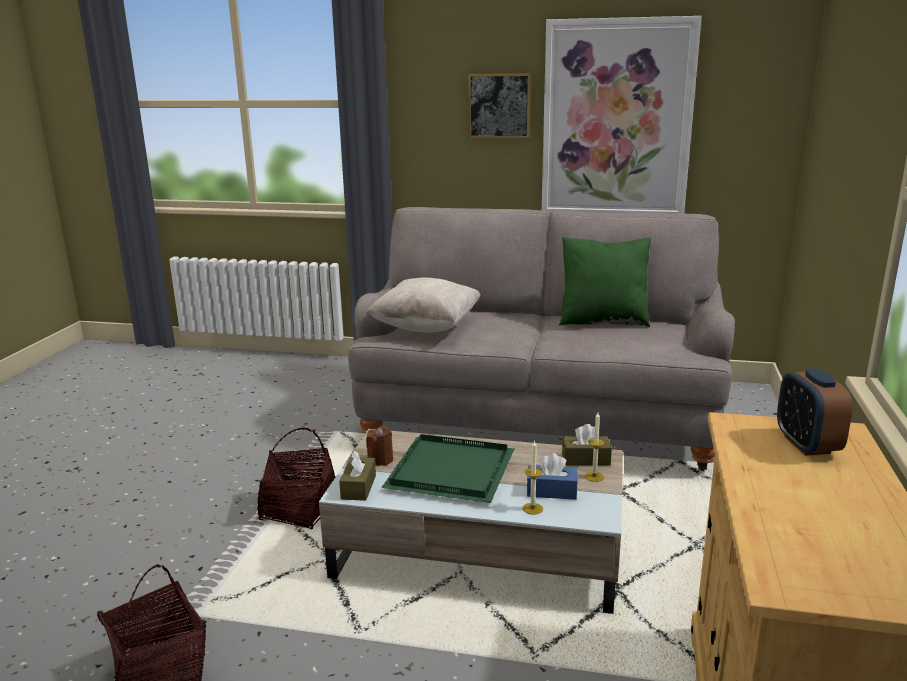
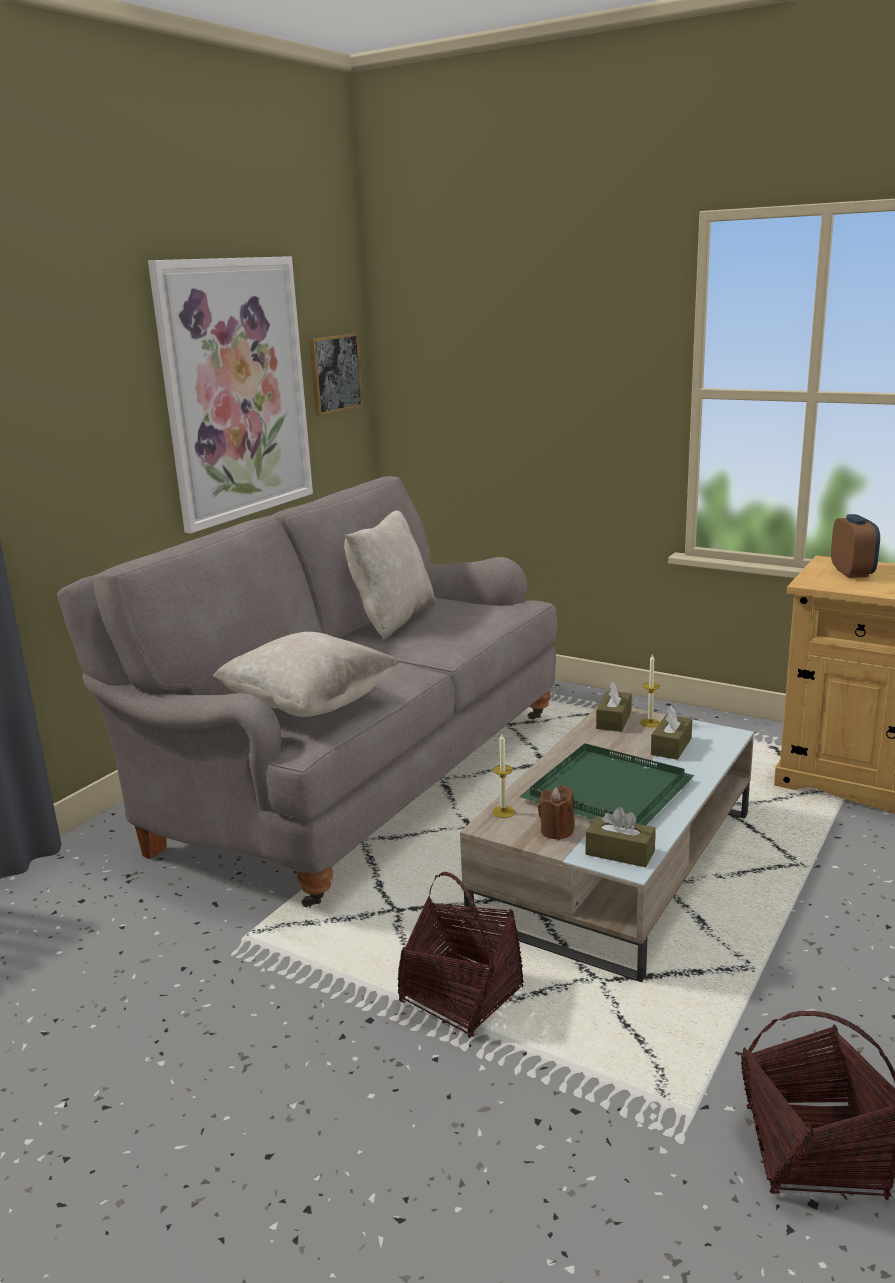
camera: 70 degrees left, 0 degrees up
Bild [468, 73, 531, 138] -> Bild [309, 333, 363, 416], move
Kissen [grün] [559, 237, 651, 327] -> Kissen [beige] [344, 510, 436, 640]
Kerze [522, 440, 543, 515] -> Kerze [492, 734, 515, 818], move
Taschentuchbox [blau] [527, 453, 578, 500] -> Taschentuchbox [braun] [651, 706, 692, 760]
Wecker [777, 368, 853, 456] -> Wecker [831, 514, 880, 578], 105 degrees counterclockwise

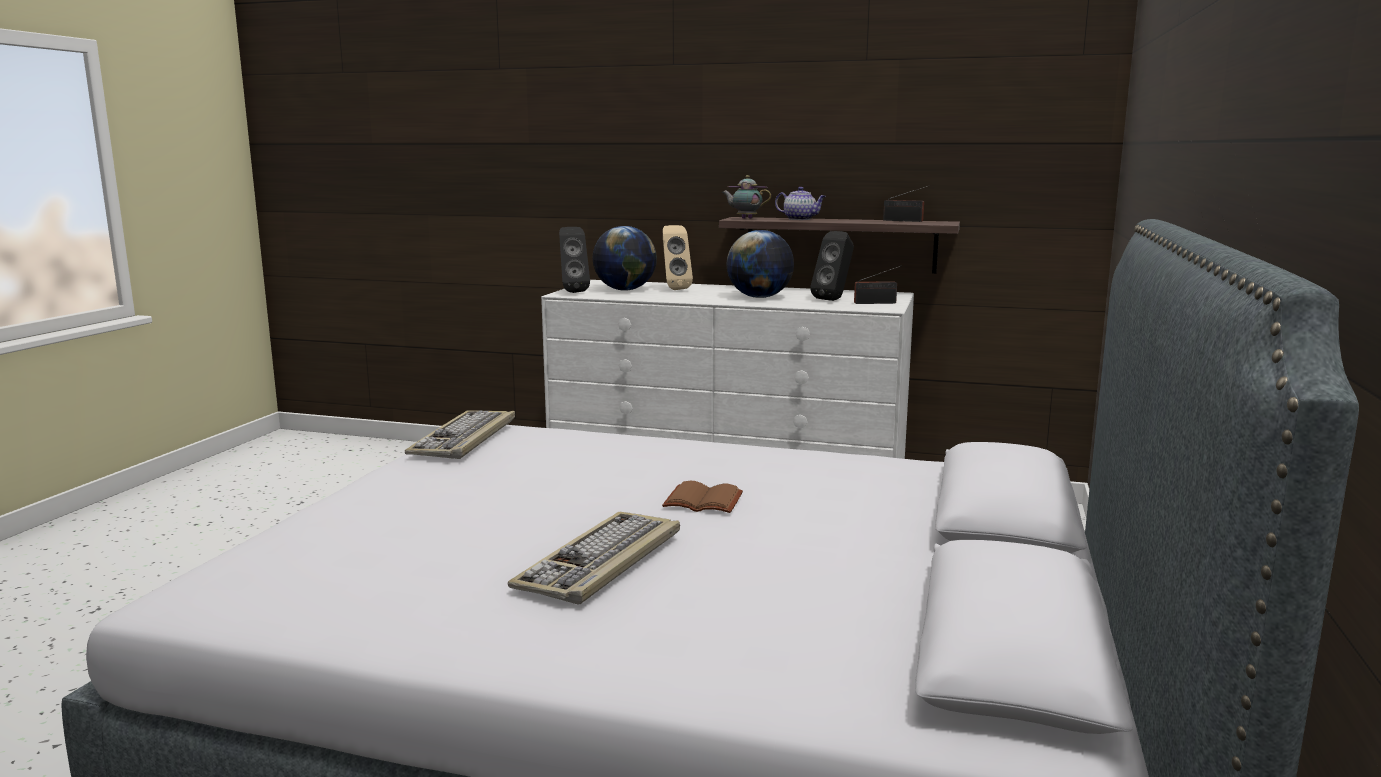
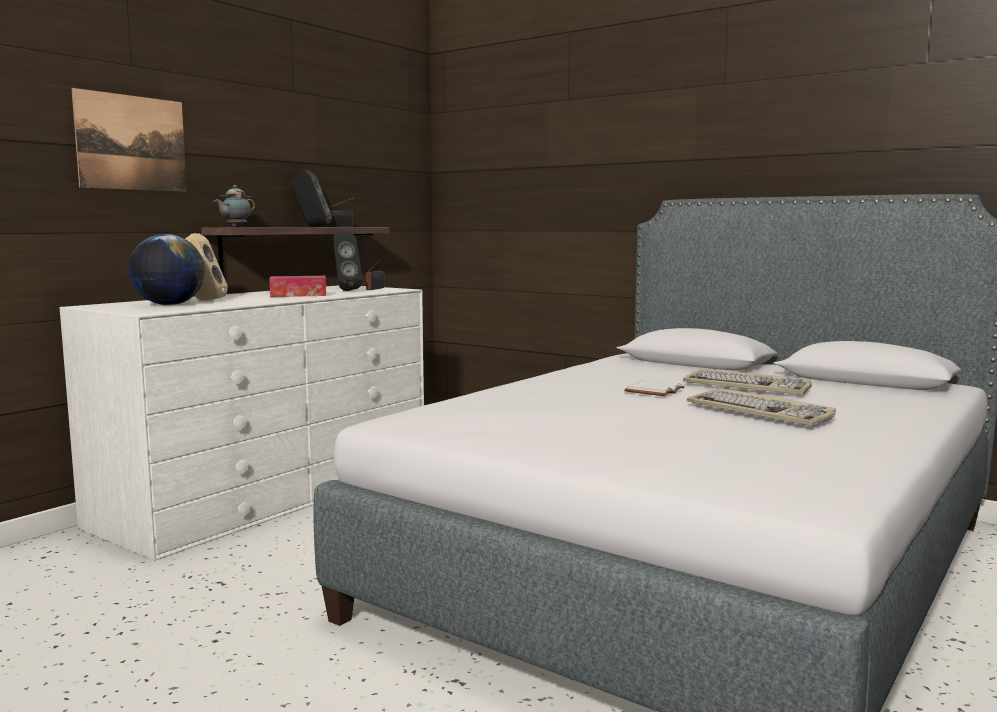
camera: 70 degrees left, 5 degrees down
none -> Bild [71, 88, 187, 191]
Globus [727, 230, 794, 298] -> Taschentuchbox [269, 276, 326, 297]
Lautsprecher [schwarz] [559, 227, 590, 293] -> Lautsprecher [schwarz] [291, 170, 332, 227], move
Buch [braun] [662, 481, 743, 513] -> Buch [weiß] [624, 379, 684, 396]
Tastatur [405, 410, 515, 459] -> Tastatur [683, 369, 812, 395], move
Teekanne [775, 187, 826, 220] -> none

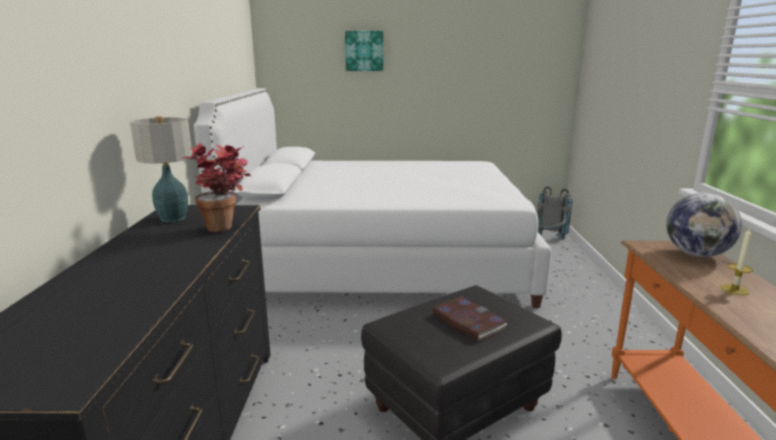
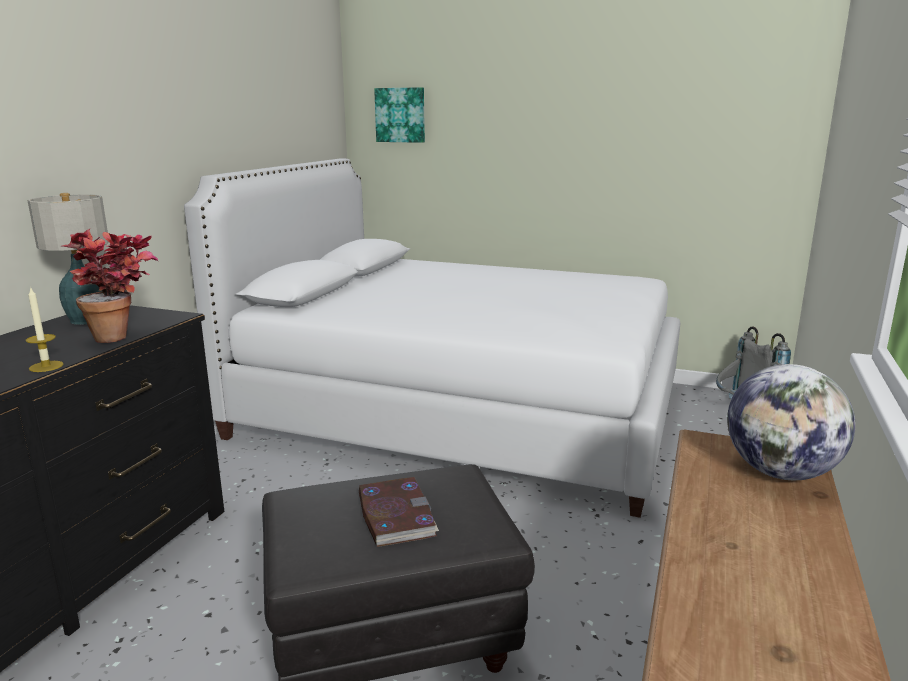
camera: 20 degrees right, 0 degrees up
Kerze [720, 228, 753, 296] -> Kerze [26, 286, 64, 372], move
Bild [345, 31, 383, 71] -> Bild [374, 87, 425, 143], move

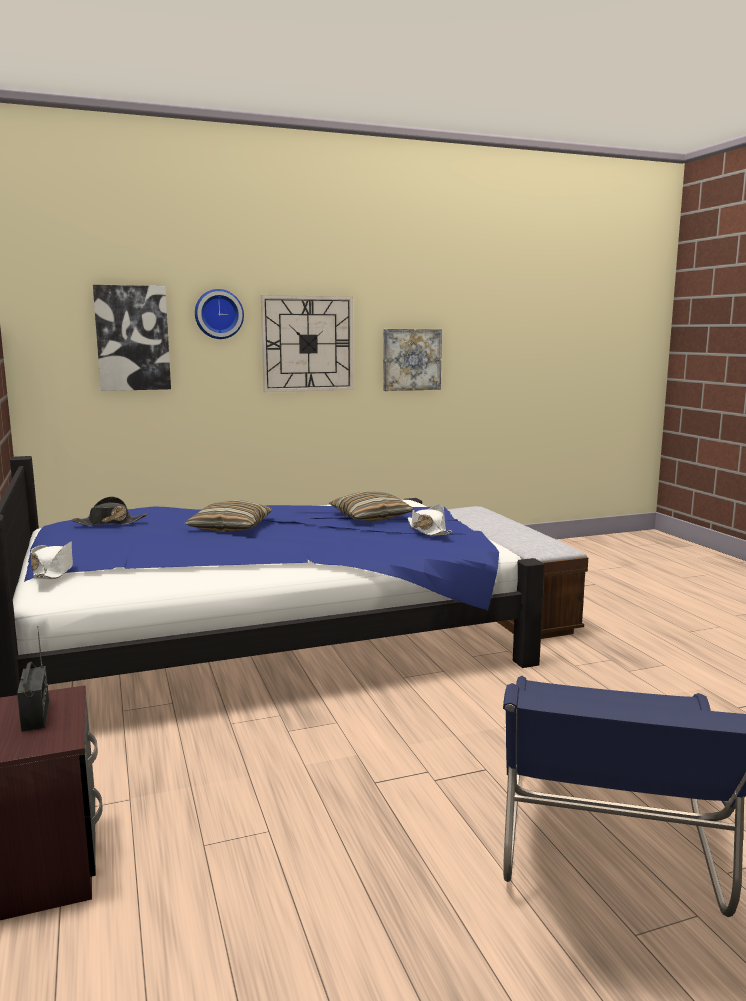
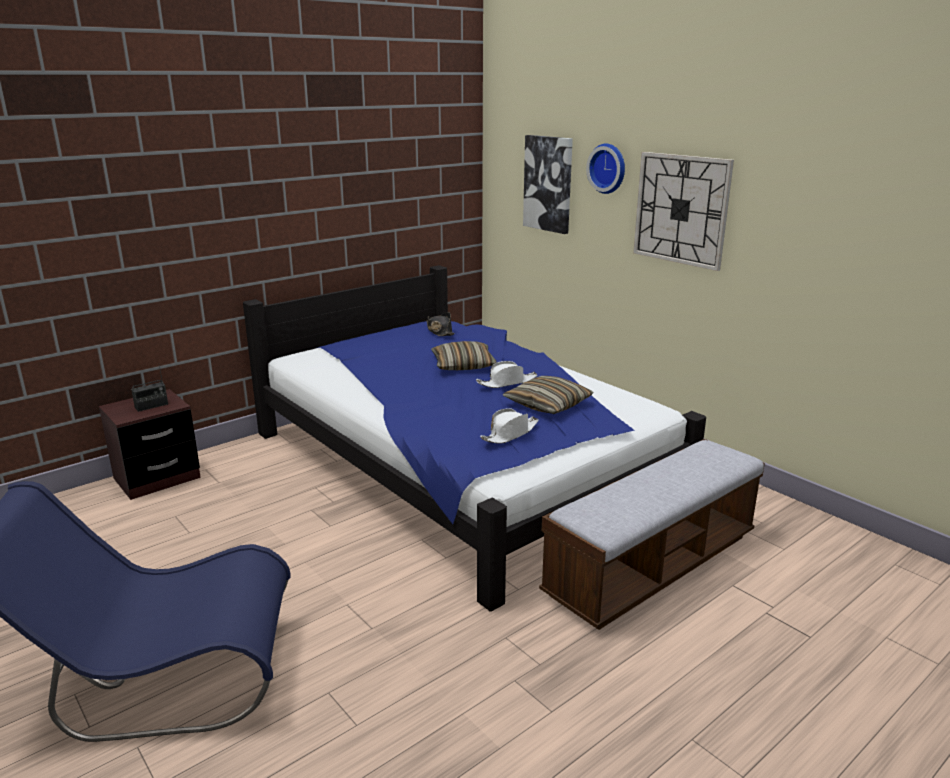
camera: 70 degrees right, 10 degrees up
Hut [weiß] [30, 541, 73, 579] -> Hut [weiß] [476, 361, 538, 388], move
Bild [383, 329, 442, 391] -> none

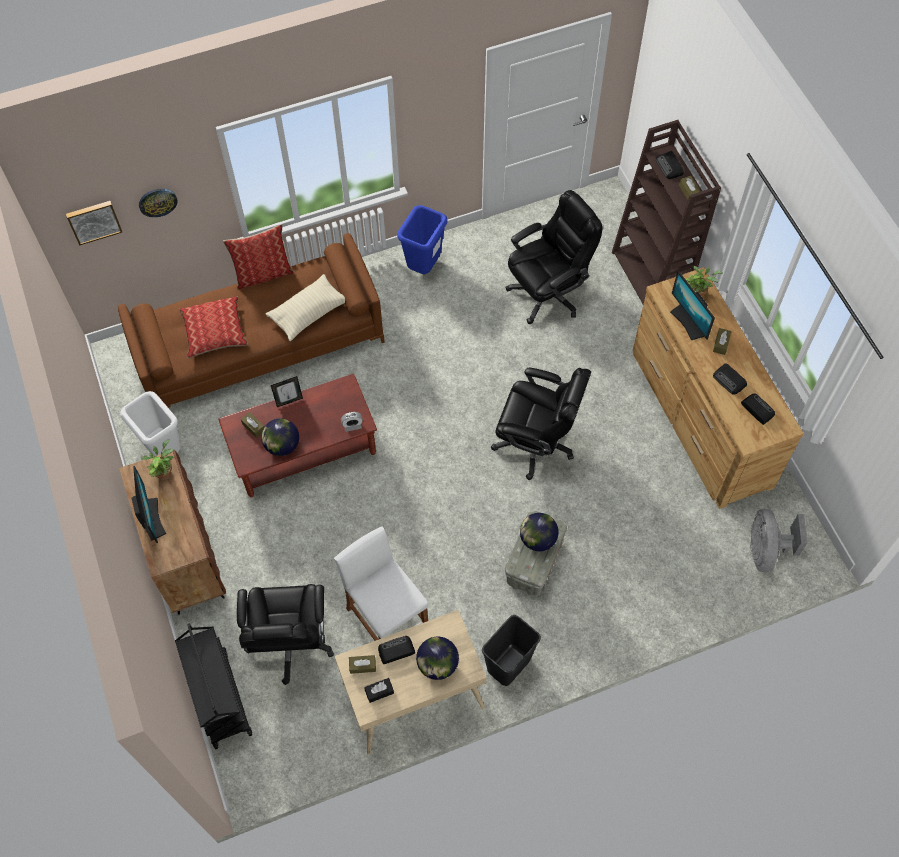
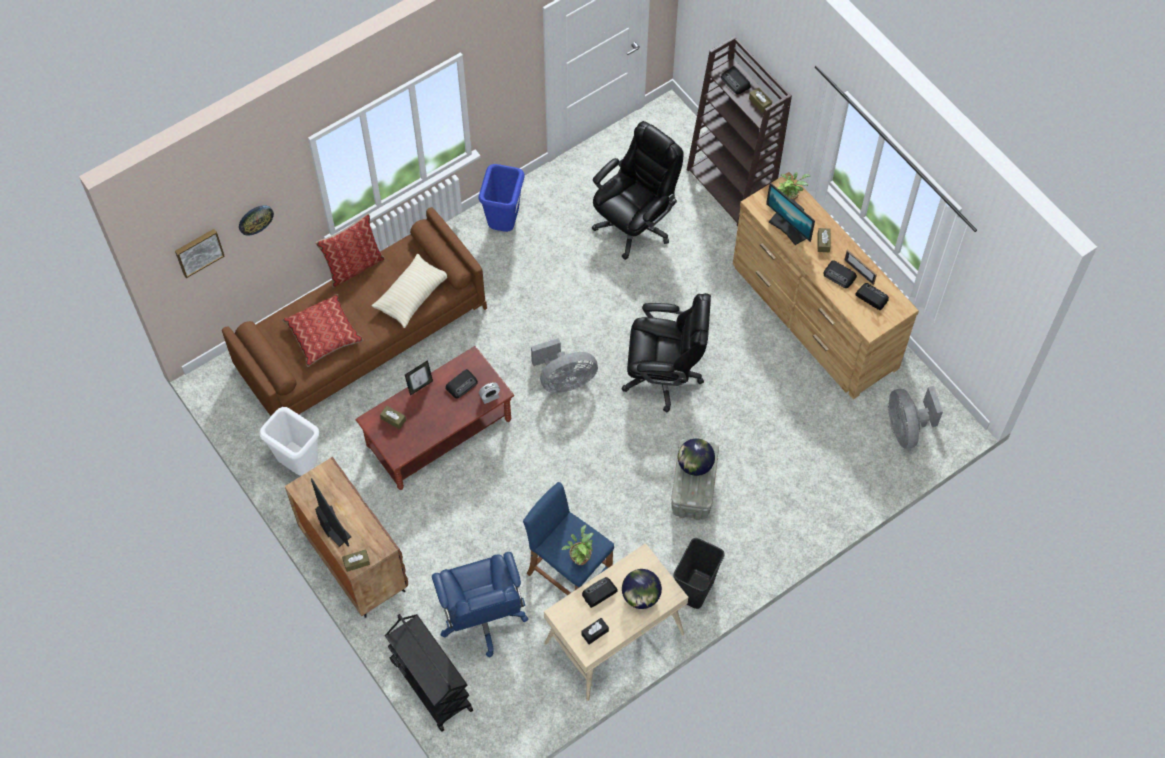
camera: 15 degrees left, 0 degrees up
Taschentuchbox [braun] [349, 655, 376, 674] -> Taschentuchbox [braun] [342, 550, 370, 572], move
Bürostuhl [schwarz] [237, 584, 334, 685] -> Bürostuhl [blau] [432, 552, 528, 658]
none -> Radio [445, 369, 478, 399]
Hocker [weiß] [334, 526, 428, 641] -> Hocker [blau] [523, 482, 614, 595]
none -> Ventilator [grau] [531, 338, 598, 393]
Topfpflanze [141, 440, 174, 480] -> Topfpflanze [562, 525, 593, 565], move
none -> Bilderrahmen [844, 250, 877, 285]
Globus [261, 418, 299, 456] -> none

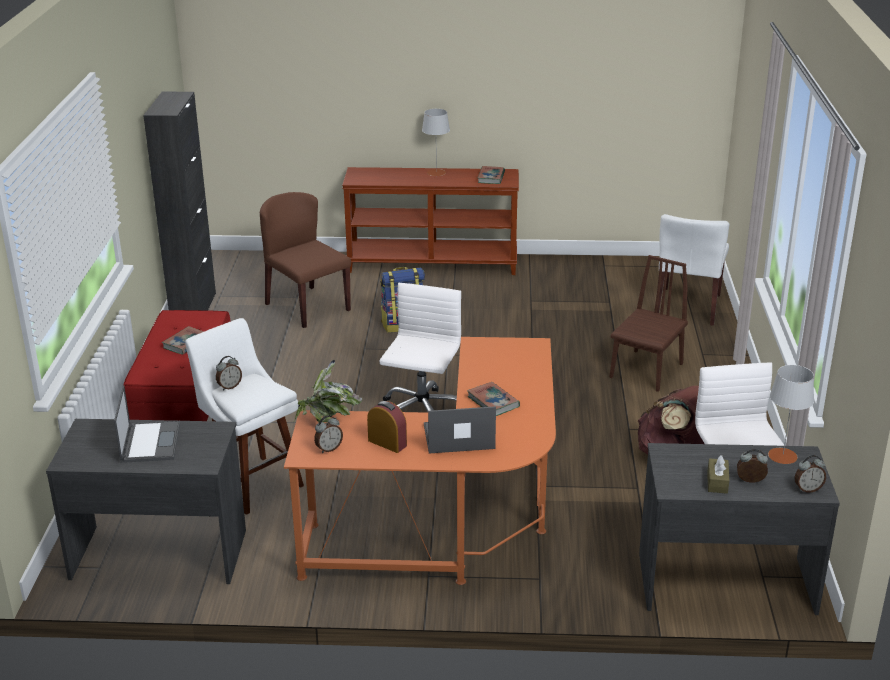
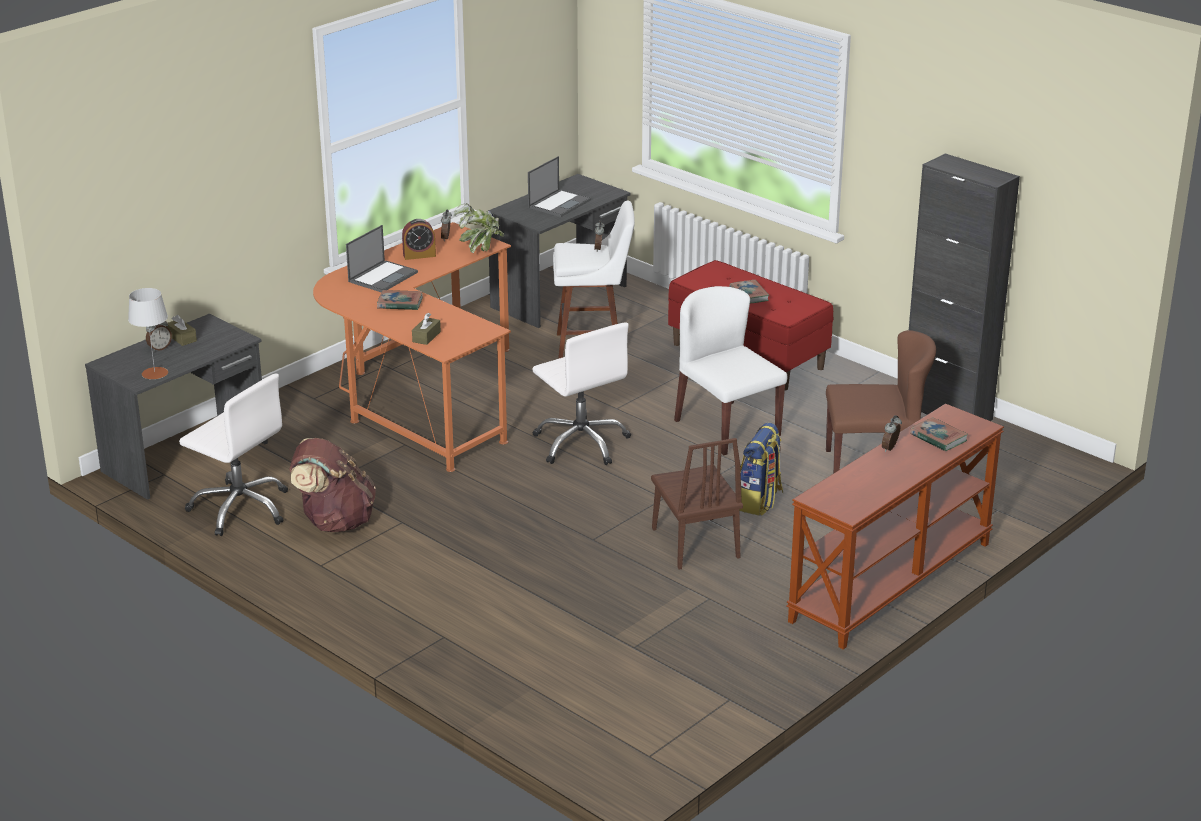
camera: 130 degrees right, 0 degrees up
none -> Taschentuchbox [braun] [412, 313, 441, 345]
Laptop [114, 385, 180, 463] -> Laptop [528, 156, 591, 217], 90 degrees counterclockwise
Stuhl [braun] [609, 255, 688, 392] -> Stuhl [braun] [651, 438, 743, 570], move
Stuhl [weiß] [657, 214, 729, 326] -> Stuhl [weiß] [674, 286, 787, 455], move
Wecker [795, 455, 826, 493] -> Wecker [882, 415, 902, 452], move
Buch [478, 166, 505, 184] -> Buch [910, 417, 968, 451], move
Tischlampe [grau] [422, 109, 450, 176] -> none

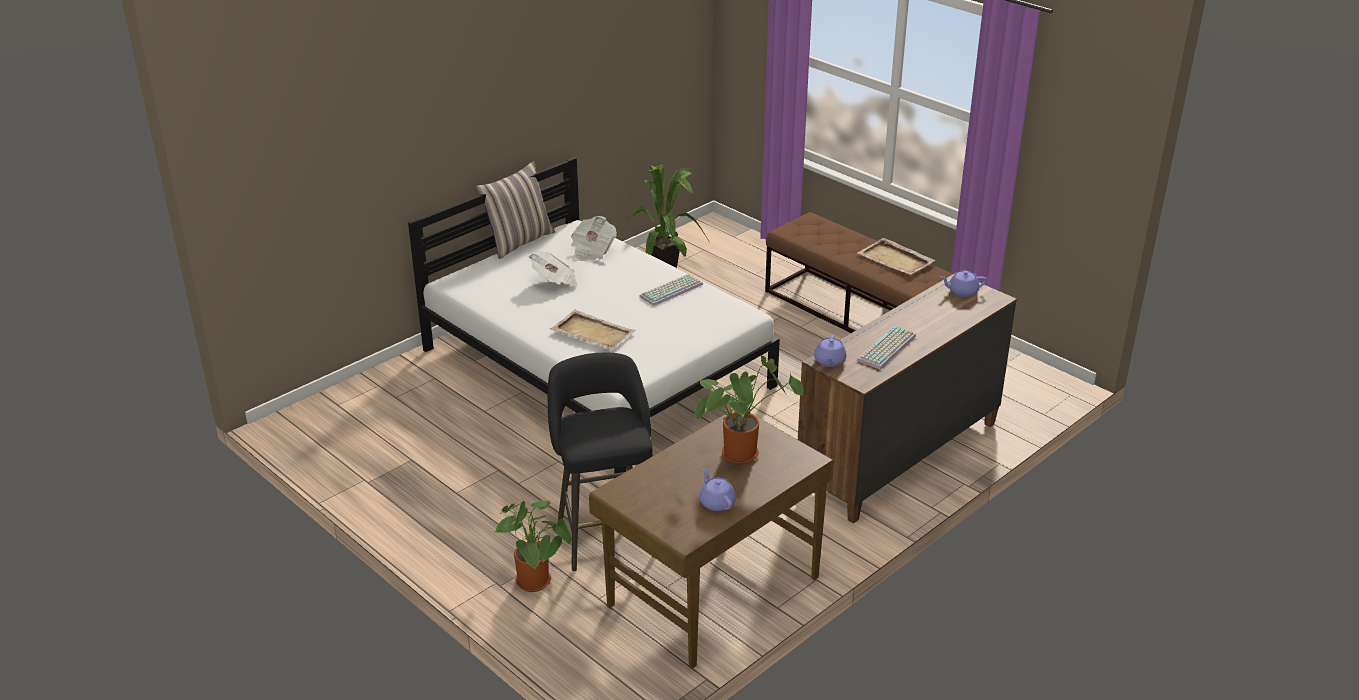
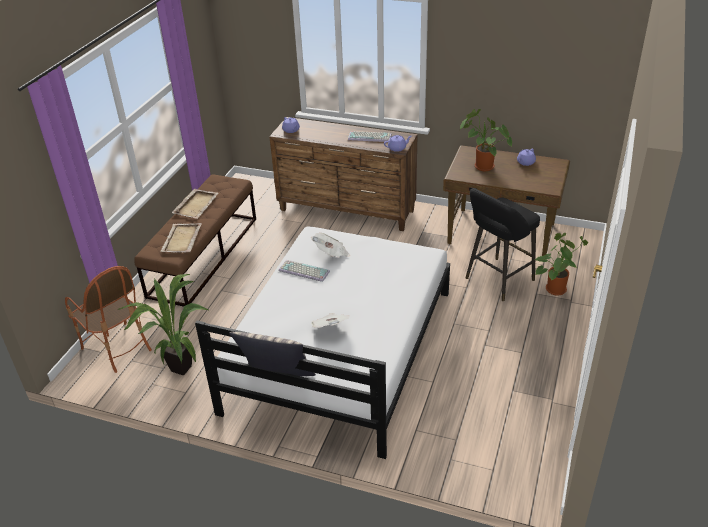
camera: 115 degrees left, 5 degrees up
none -> Sessel [65, 266, 152, 373]
Tablett [beige] [550, 310, 636, 349] -> Tablett [beige] [160, 223, 202, 252], move
Zeitung [571, 216, 617, 261] -> Zeitung [311, 233, 350, 257], move

